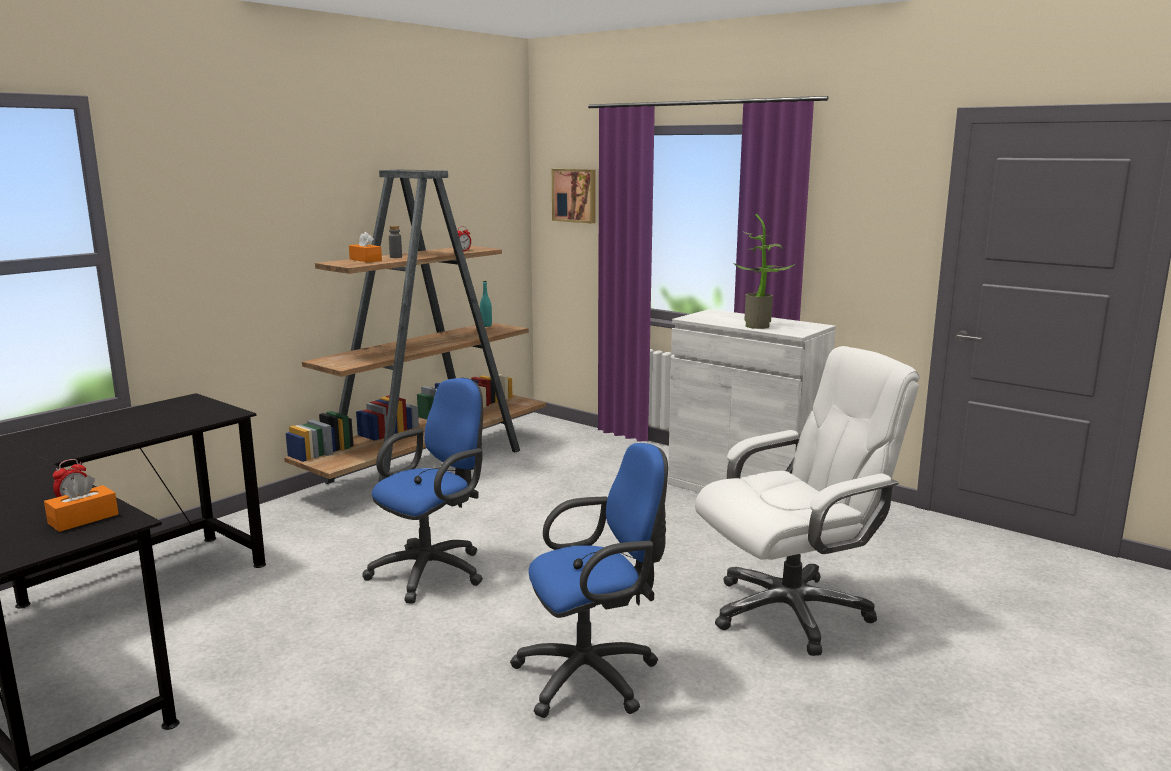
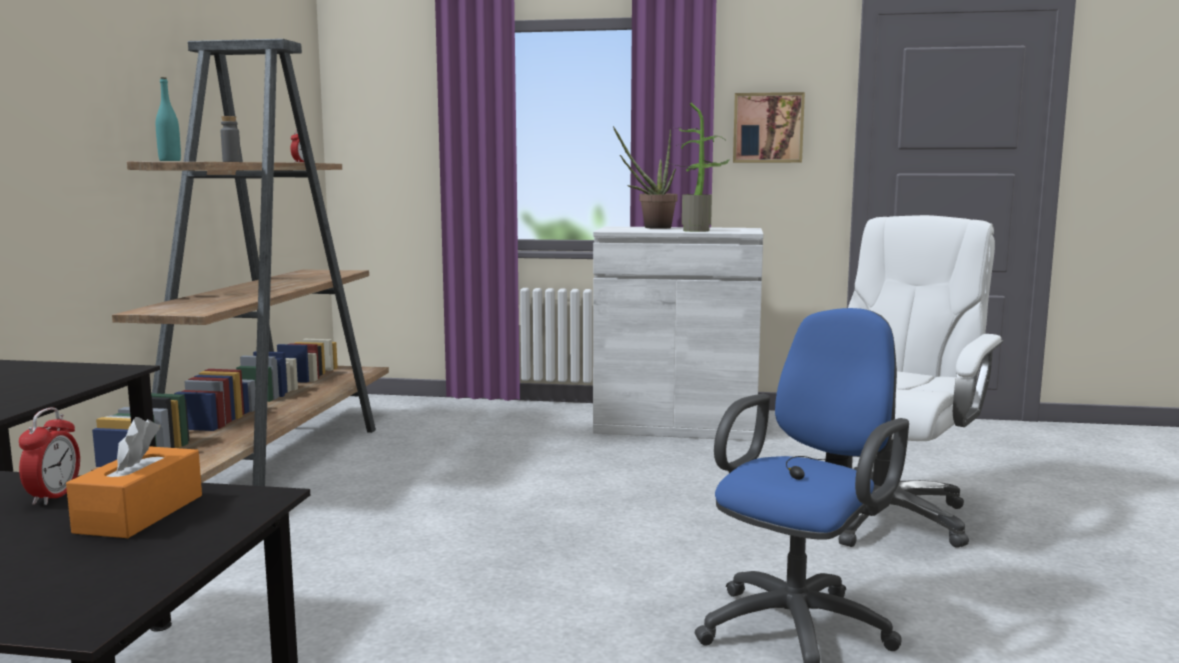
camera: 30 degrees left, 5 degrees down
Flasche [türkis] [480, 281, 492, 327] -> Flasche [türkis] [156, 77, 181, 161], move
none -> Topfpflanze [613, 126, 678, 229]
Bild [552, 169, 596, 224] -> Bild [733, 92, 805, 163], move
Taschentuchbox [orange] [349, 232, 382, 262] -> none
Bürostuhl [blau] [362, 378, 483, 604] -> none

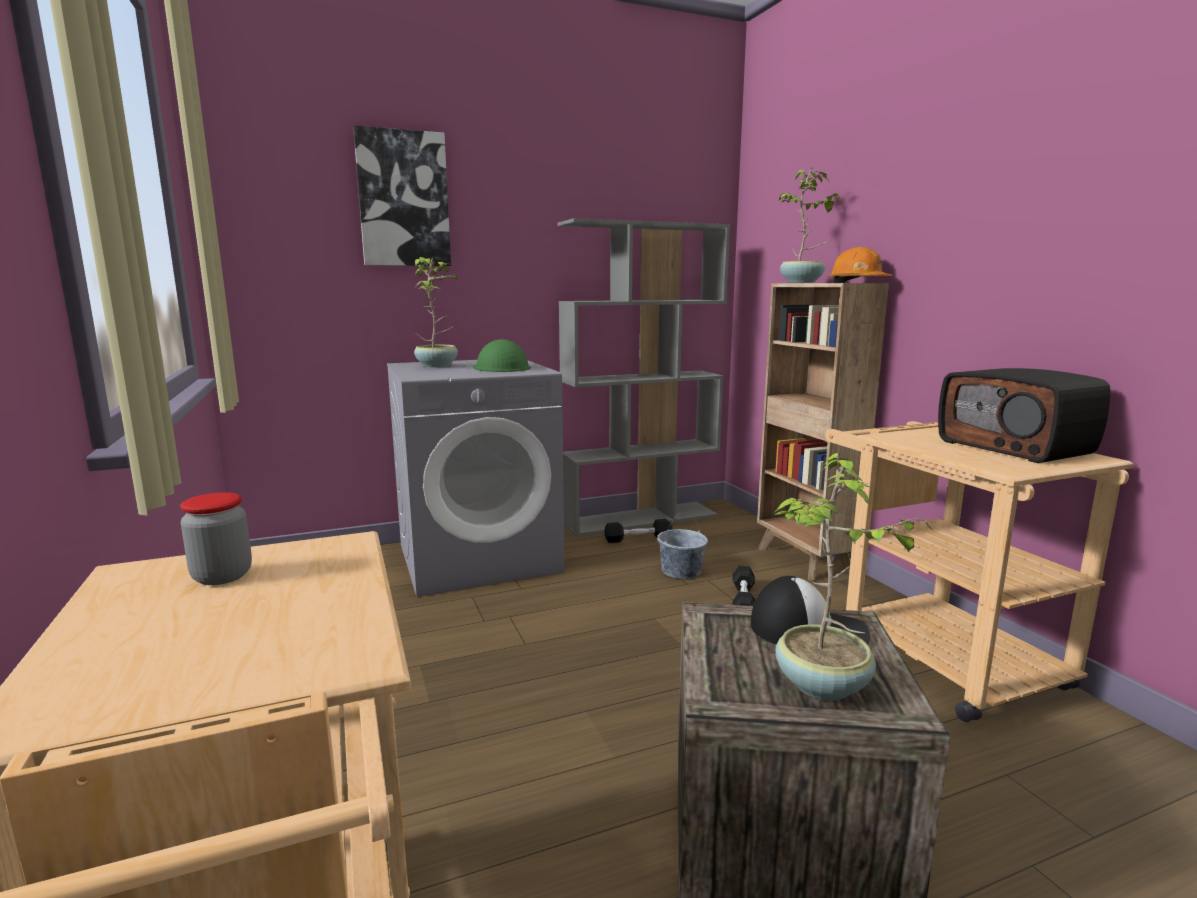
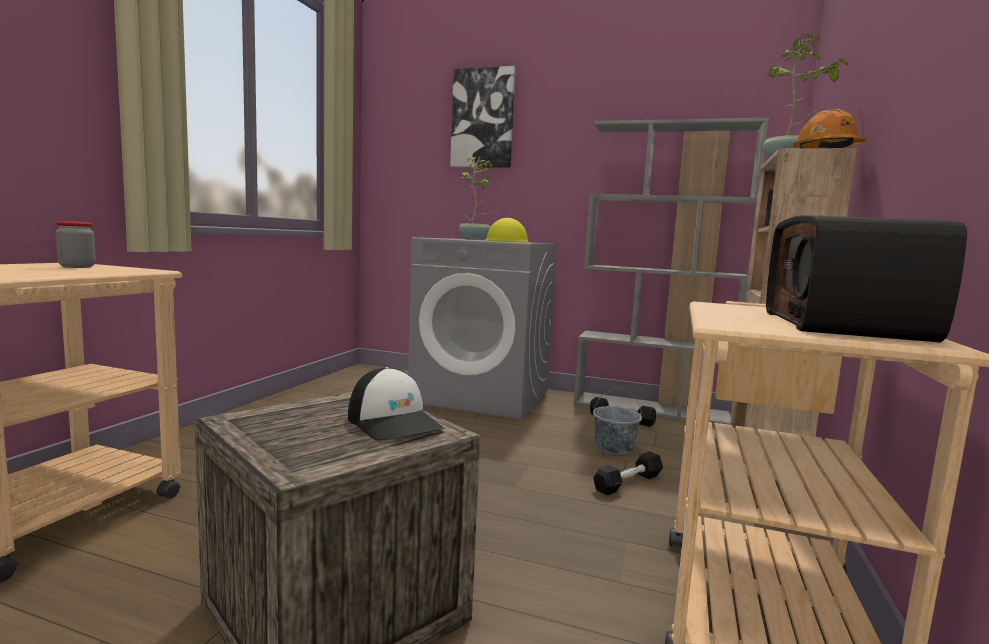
camera: 40 degrees right, 5 degrees down
Schutzhelm [grün] [472, 339, 531, 372] -> Schutzhelm [gelb] [485, 218, 529, 243]
Topfpflanze [774, 453, 932, 701] -> none

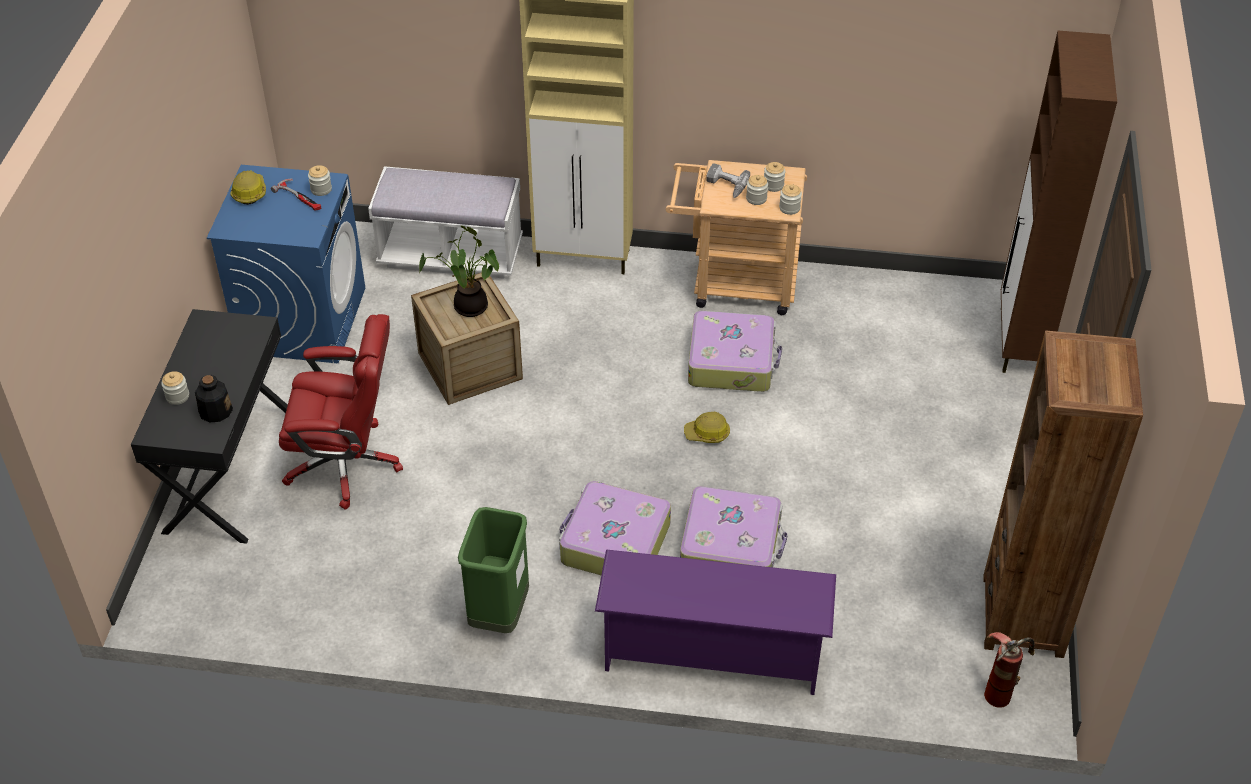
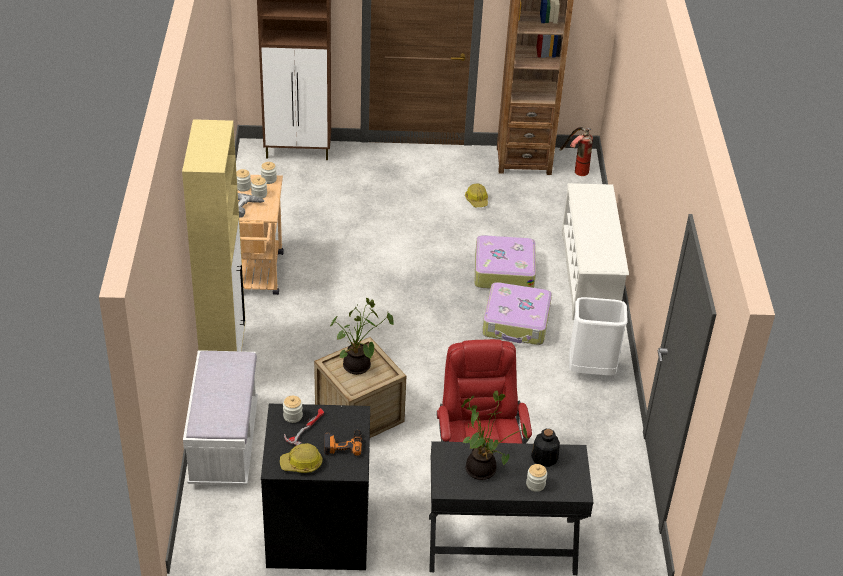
camera: 100 degrees left, 5 degrees down
Waschmaschine [blau] [207, 165, 365, 363] -> Waschmaschine [schwarz] [261, 404, 370, 570]
none -> Bohrmaschine [324, 430, 362, 456]
none -> Topfpflanze [461, 391, 528, 480]
Schutzhelm [684, 412, 730, 443] -> Schutzhelm [465, 183, 488, 207], move
Schuhregal [lila] [595, 550, 836, 695] -> Schuhregal [weiß] [561, 183, 629, 320]
Mülleimer [grün] [458, 507, 529, 633] -> Mülleimer [weiß] [569, 297, 628, 375]
Koffer [688, 311, 782, 392] -> none

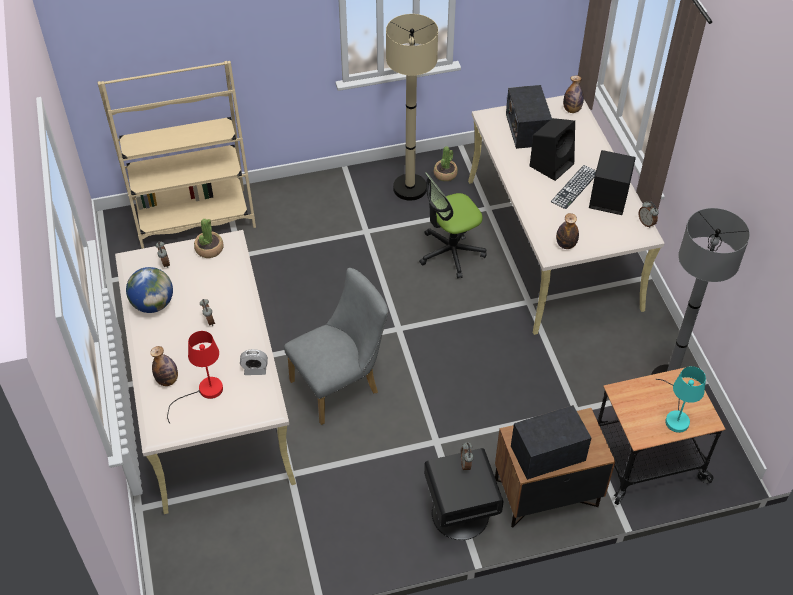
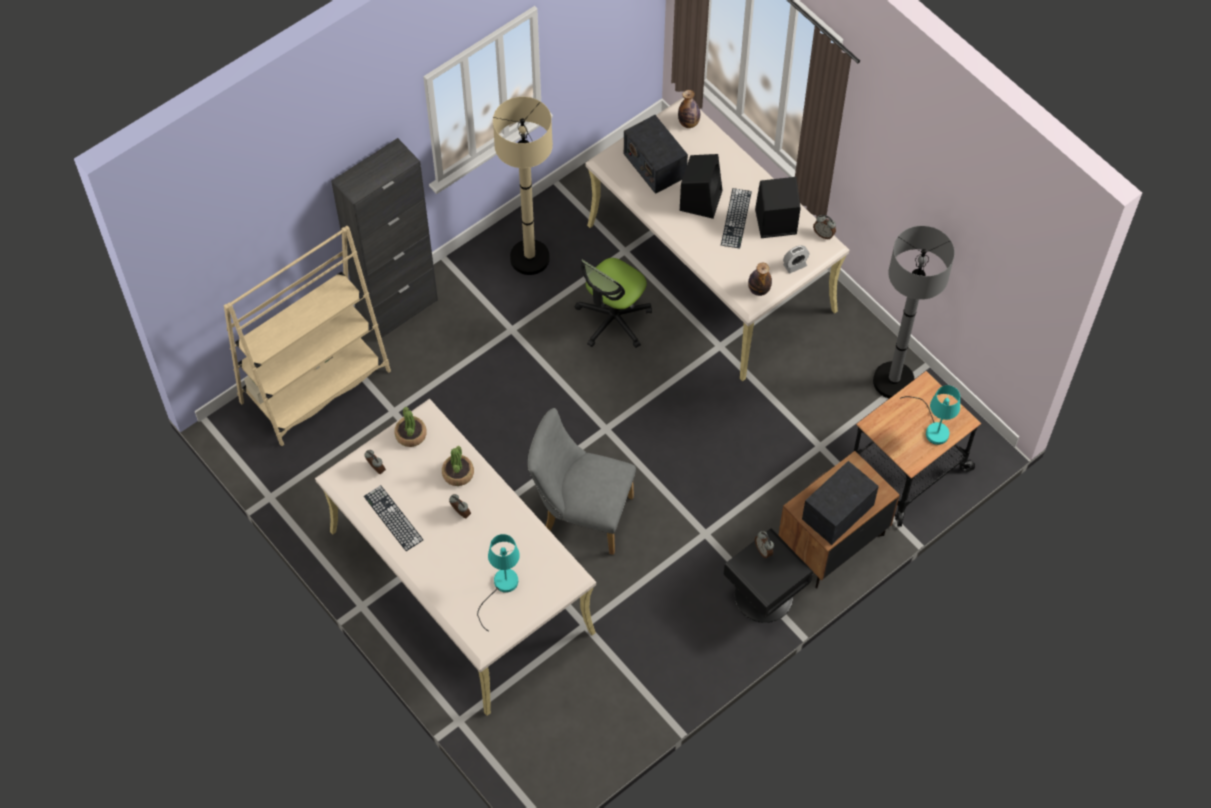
camera: 25 degrees left, 10 degrees up
none -> Schrank [schwarz] [331, 138, 438, 341]
Globus [126, 267, 173, 313] -> Tastatur [364, 485, 423, 551]
Topfpflanze [434, 146, 458, 181] -> Topfpflanze [442, 446, 474, 486], move
Tischlampe [rot] [167, 331, 223, 423] -> Tischlampe [türkis] [477, 534, 520, 632]
Stuhl [grau] [284, 268, 388, 425] -> Stuhl [grau] [527, 408, 636, 555], 105 degrees counterclockwise
Wecker [240, 349, 268, 375] -> Wecker [783, 246, 809, 273], move
Flasche [150, 346, 178, 386] -> none

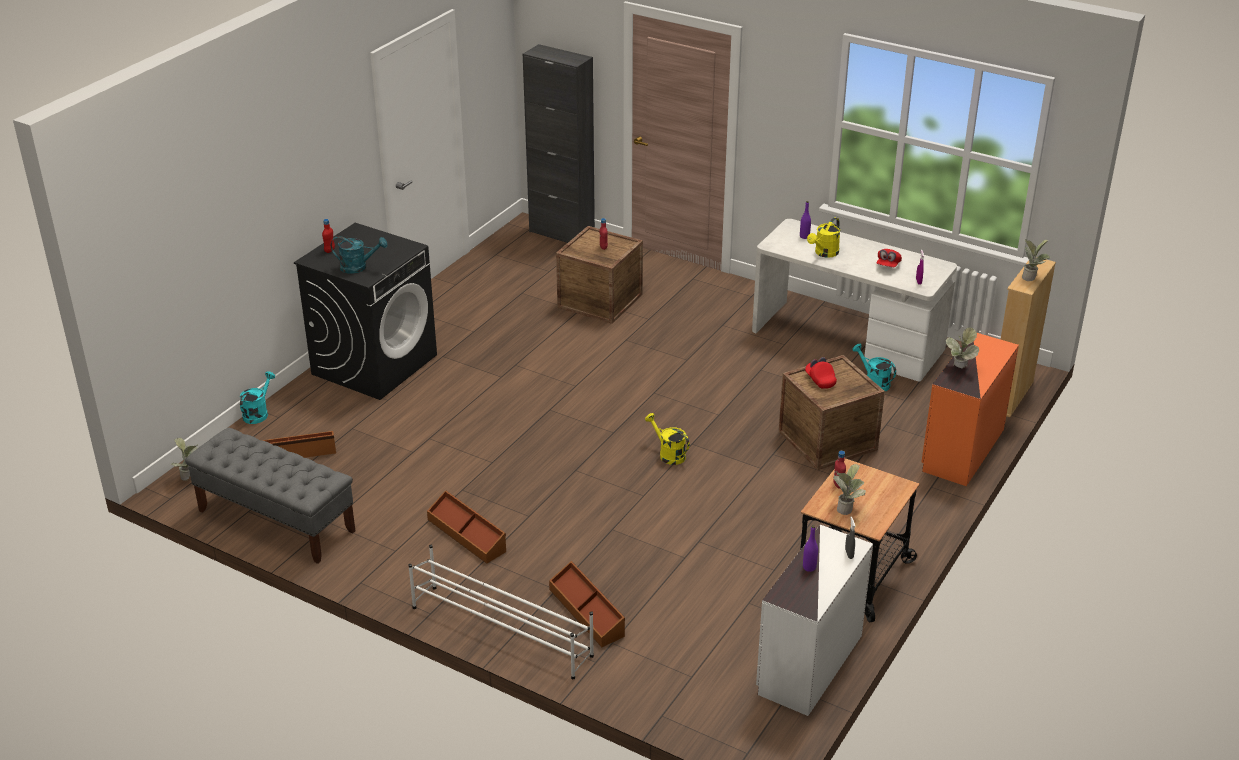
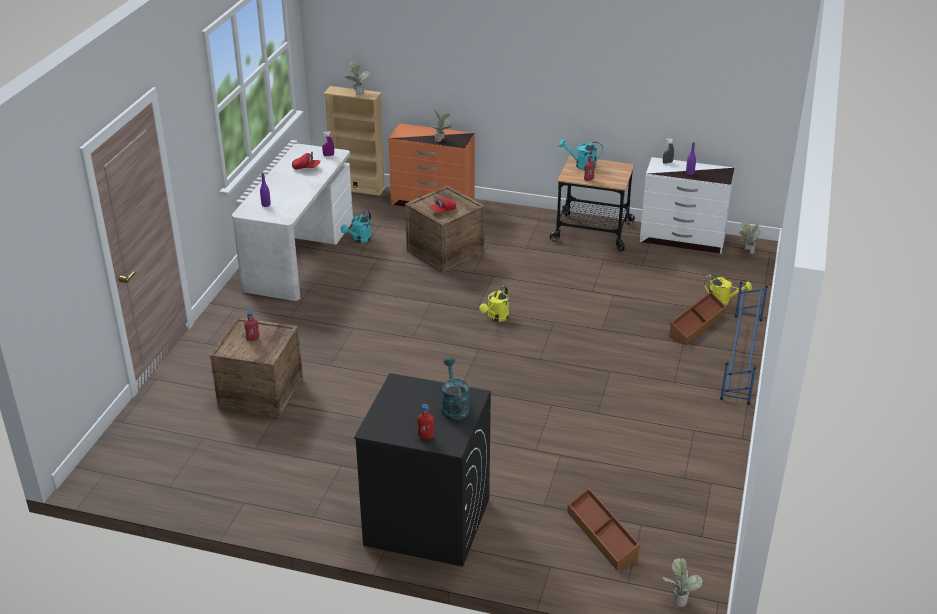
camera: 105 degrees left, 0 degrees up
Gießkanne [türkis] [240, 371, 276, 424] -> Gießkanne [türkis] [559, 139, 603, 170], move
Gießkanne [gelb] [807, 217, 841, 258] -> Gießkanne [gelb] [704, 274, 752, 306], move
Schuhregal [weiß] [409, 545, 594, 679] -> Schuhregal [blau] [720, 282, 768, 405]
Topfpflanze [833, 464, 866, 515] -> Topfpflanze [739, 221, 760, 254], move
Bank [grau] [185, 427, 355, 564] -> none
Aufbewahrungsbox [braun] [427, 490, 506, 564] -> none
Schrank [schwarz] [523, 44, 595, 243] -> none

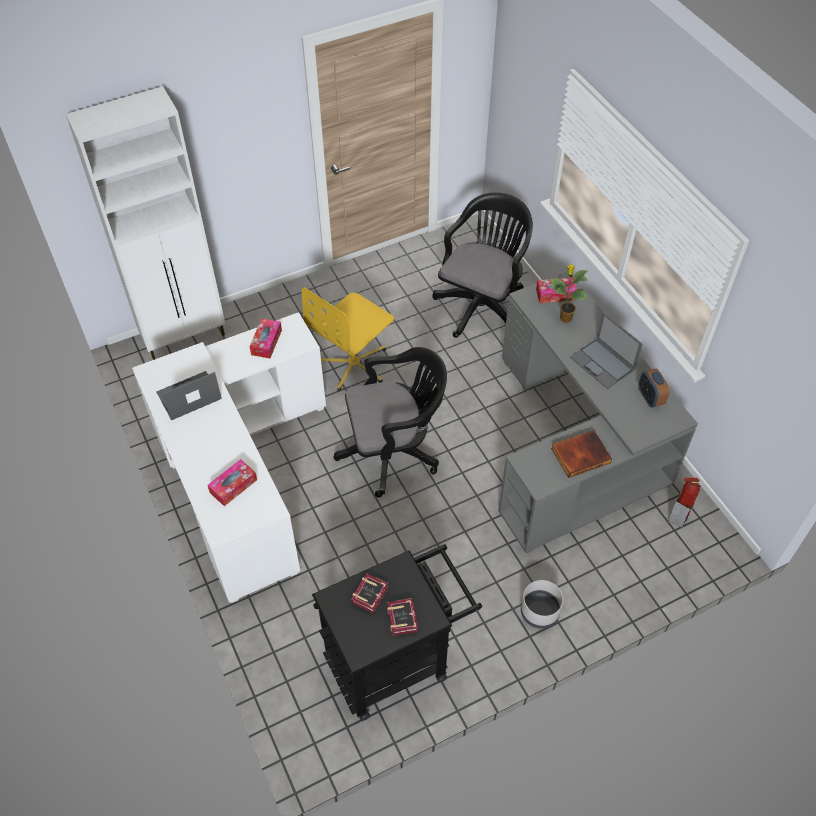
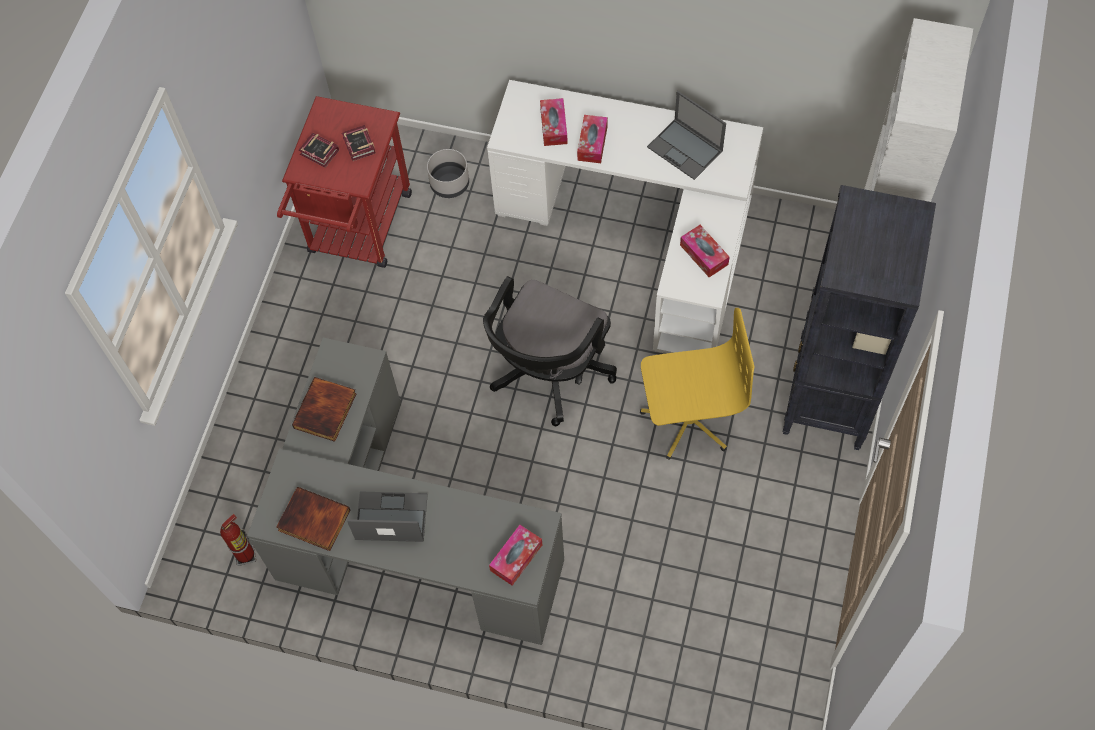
camera: 135 degrees right, 10 degrees up
Wecker [639, 368, 670, 408] -> Buch [276, 487, 351, 551]
Rollwagen [schwarz] [312, 544, 482, 721] -> Rollwagen [rot] [277, 96, 412, 268]
Pflanzkübel [grau] [521, 580, 563, 629] -> Pflanzkübel [grau] [427, 149, 469, 198], move
none -> Taschentuchbox [577, 115, 608, 163]
Bürostuhl [gelb] [302, 287, 394, 391] -> Bürostuhl [gelb] [640, 308, 755, 460], 90 degrees clockwise
Laptop [156, 371, 222, 420] -> Laptop [647, 91, 726, 180], 120 degrees clockwise
none -> Bücherregal [schwarz] [783, 185, 936, 450]
Bürostuhl [schwarz] [432, 192, 533, 338] -> none
Topfpflanze [551, 264, 589, 323] -> none

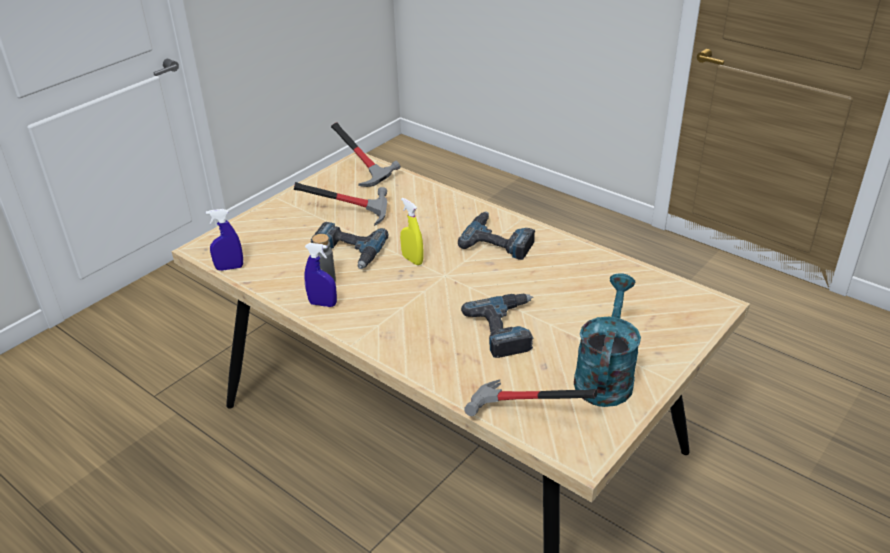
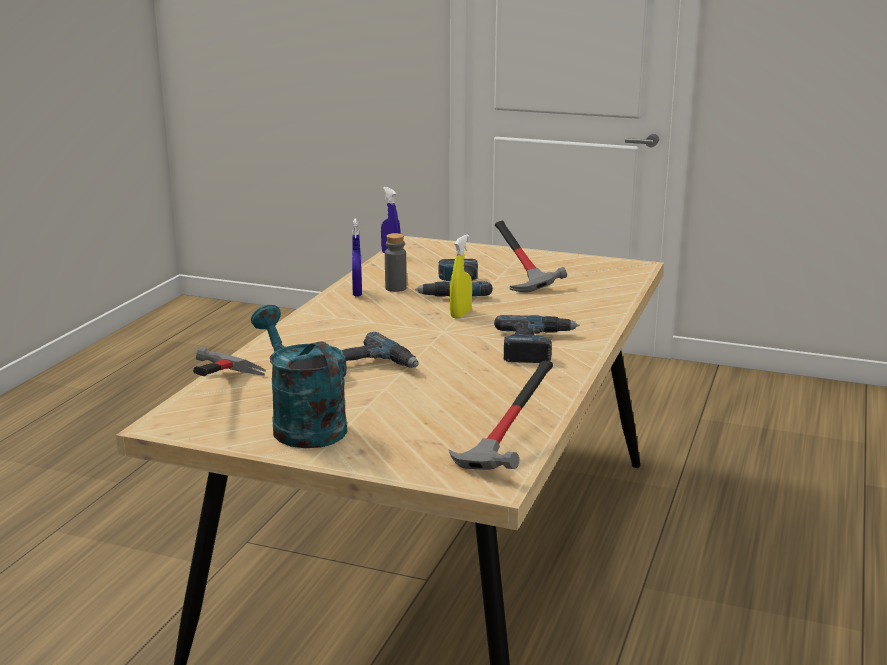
camera: 70 degrees right, 15 degrees down
Gießkanne [türkis] [574, 273, 641, 407] -> Gießkanne [türkis] [251, 305, 347, 448], 120 degrees counterclockwise
Hammer [331, 122, 401, 187] -> Hammer [448, 361, 553, 470], move

